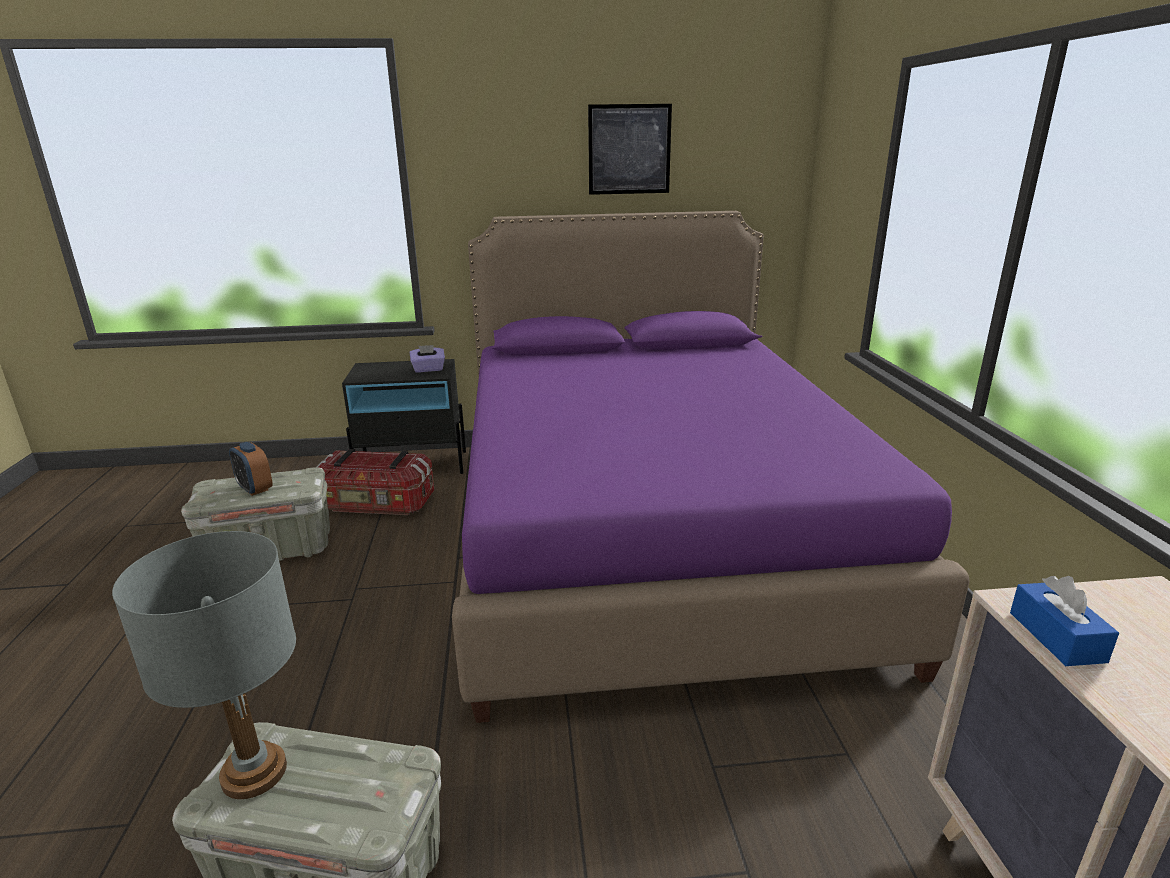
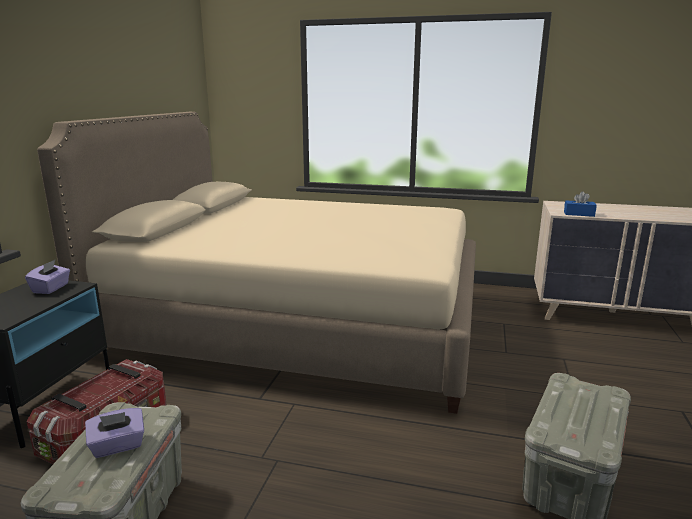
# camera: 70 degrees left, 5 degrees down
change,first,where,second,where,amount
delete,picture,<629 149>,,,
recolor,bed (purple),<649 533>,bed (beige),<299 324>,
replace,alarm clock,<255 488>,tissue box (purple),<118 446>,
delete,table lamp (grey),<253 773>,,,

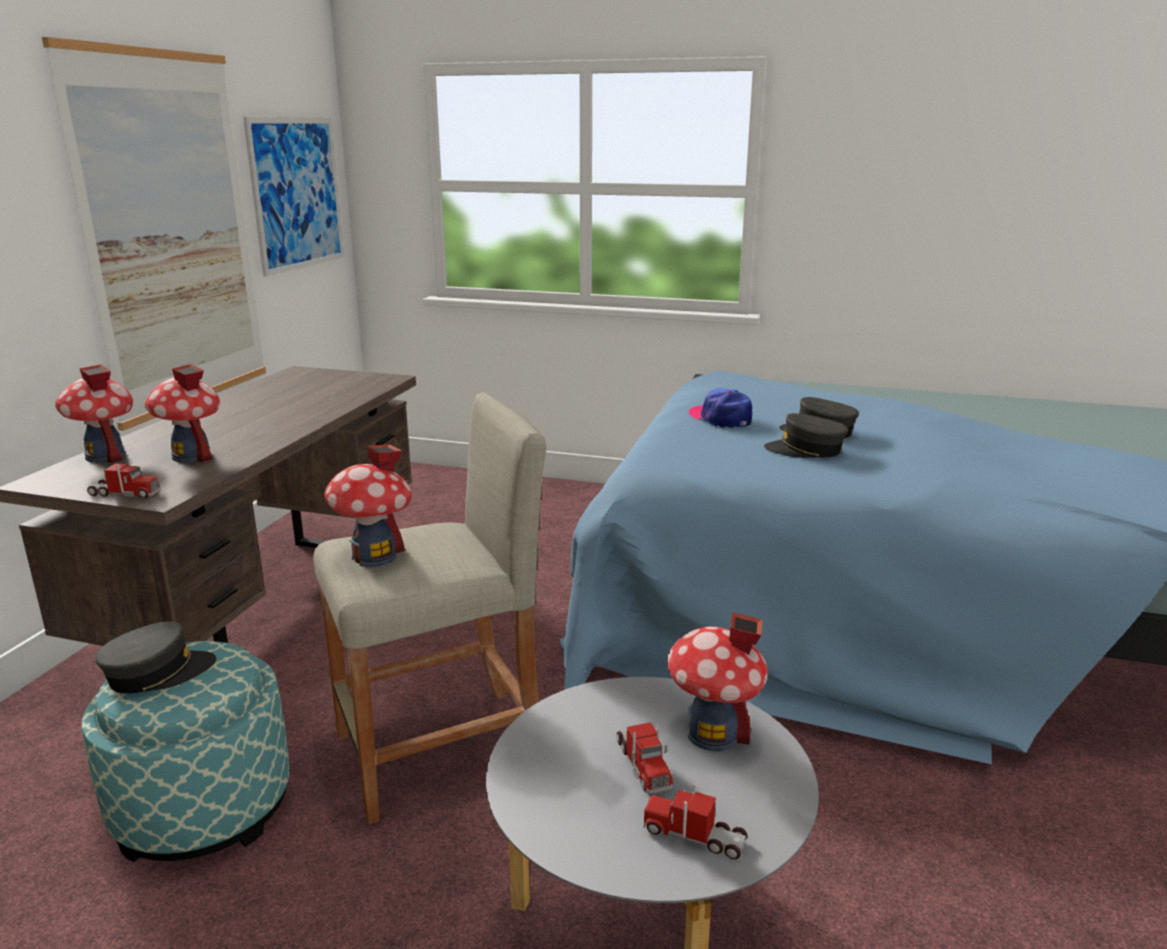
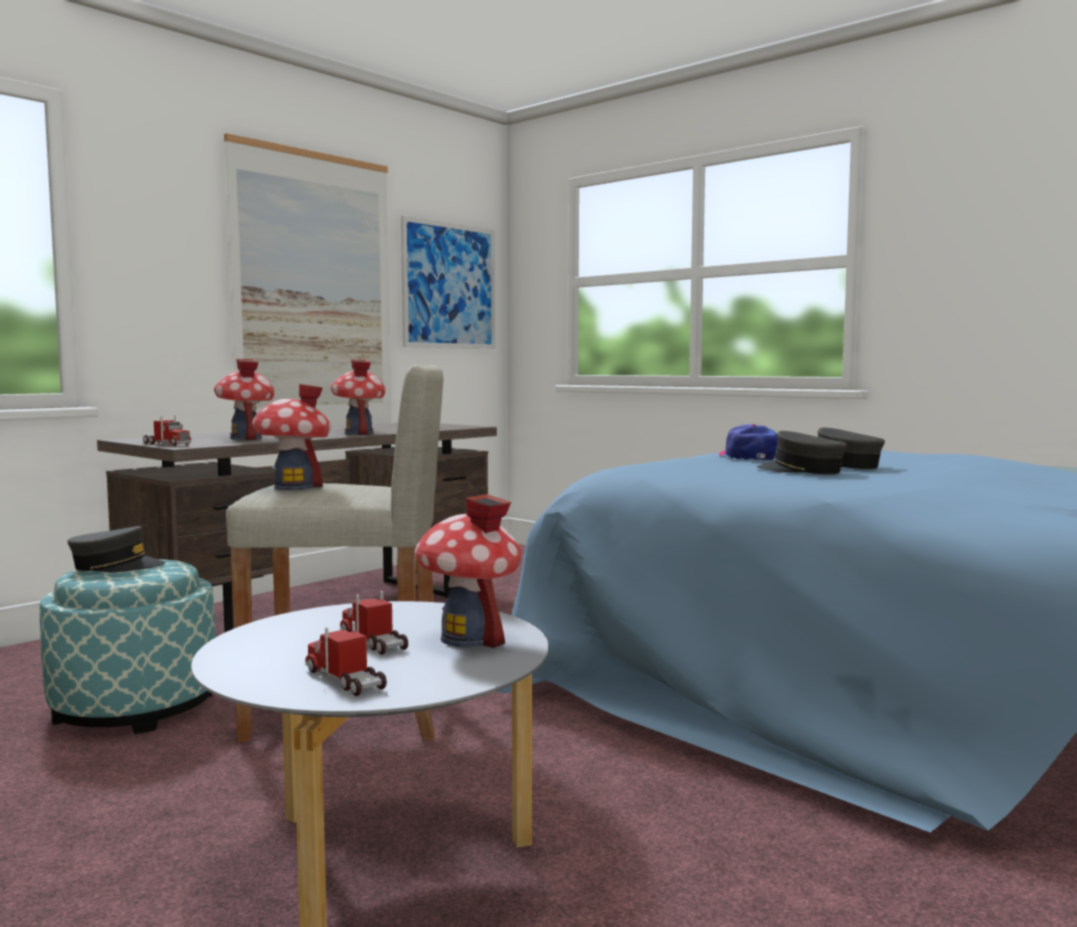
# camera: 25 degrees right, 15 degrees down
change,first,where,second,where,amount
move,toy house,<105 455>,,<359 433>,
rotate,toy truck,<643 765>,,<373 642>,135 degrees clockwise

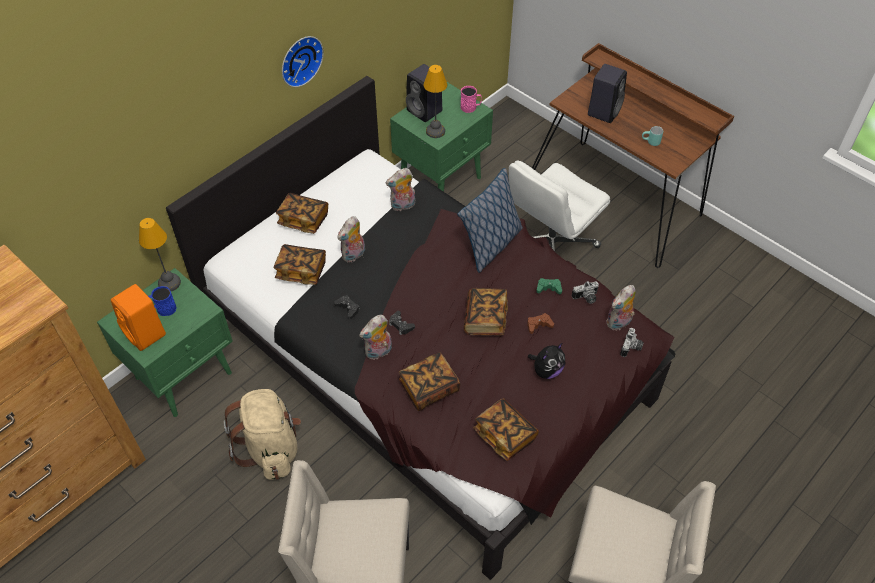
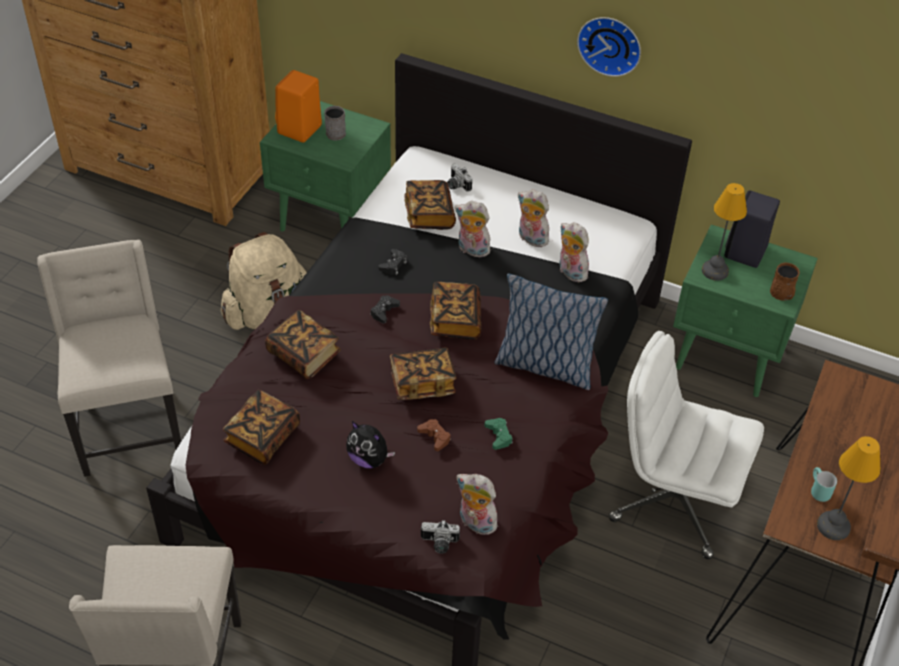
# camera: 70 degrees right, 5 degrees down
change,first,where,second,where,amount
delete,speaker (black),<604 111>,,,
recolor,mug (pink),<470 107>,mug (brown),<782 294>,
move,book,<303 220>,,<455 321>,
move,table lamp,<169 283>,,<833 527>,
move,photo camera,<586 298>,,<456 185>,
recolor,mug (blue),<163 308>,mug (grey),<335 132>,
move,plush toy,<378 352>,,<531 239>,

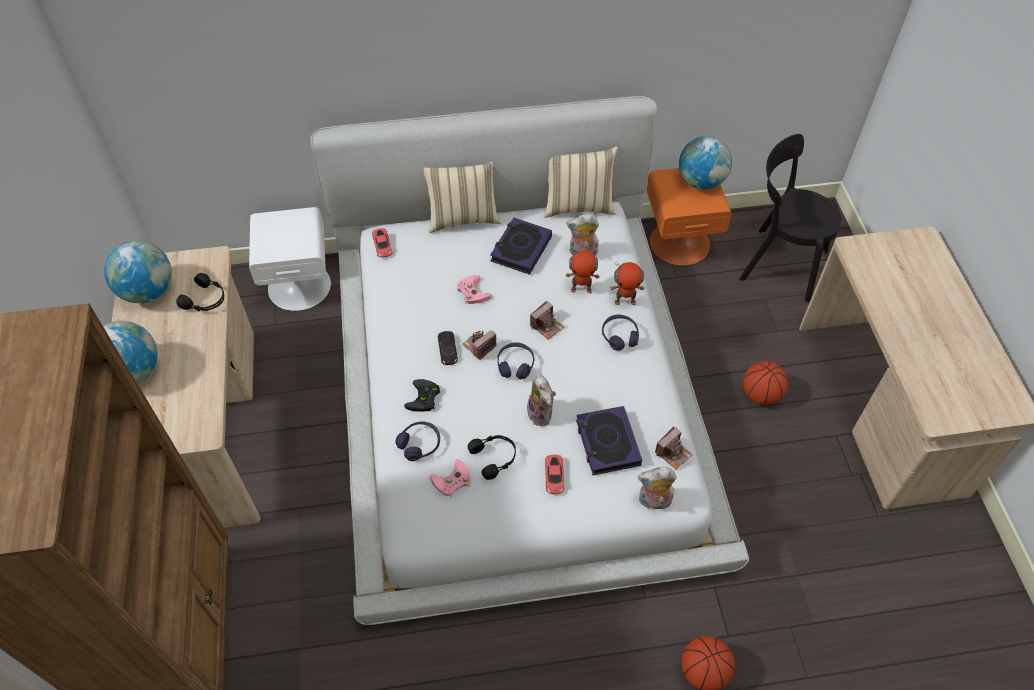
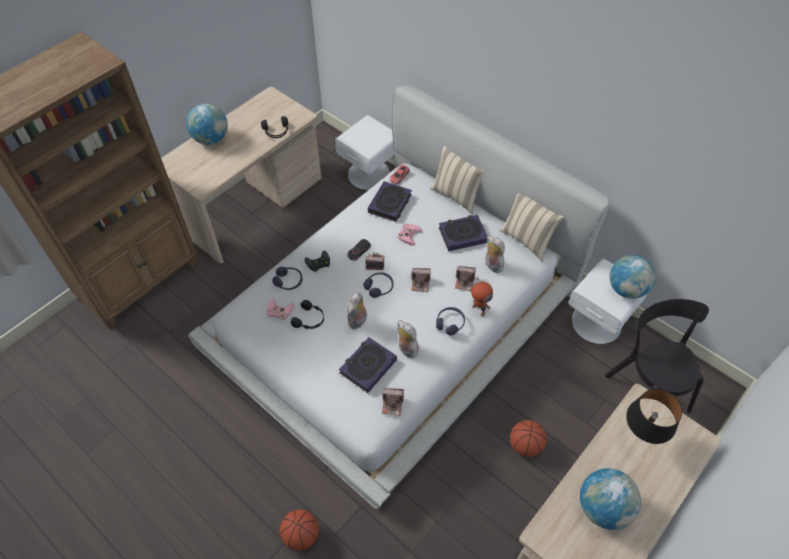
# camera: 50 degrees right, 0 degrees up
change,first,where,second,where,amount
recolor,nightstand (orange),<679 242>,nightstand (white),<597 322>,
move,globe,<148 291>,,<603 508>,
replace,toy robot,<581 289>,photo camera,<464 282>,
delete,toy car (red),<554 476>,,,
move,plush toy,<654 502>,,<406 349>,
insert,,,book,<390 204>,
insert,,,table lamp (black),<638 438>,

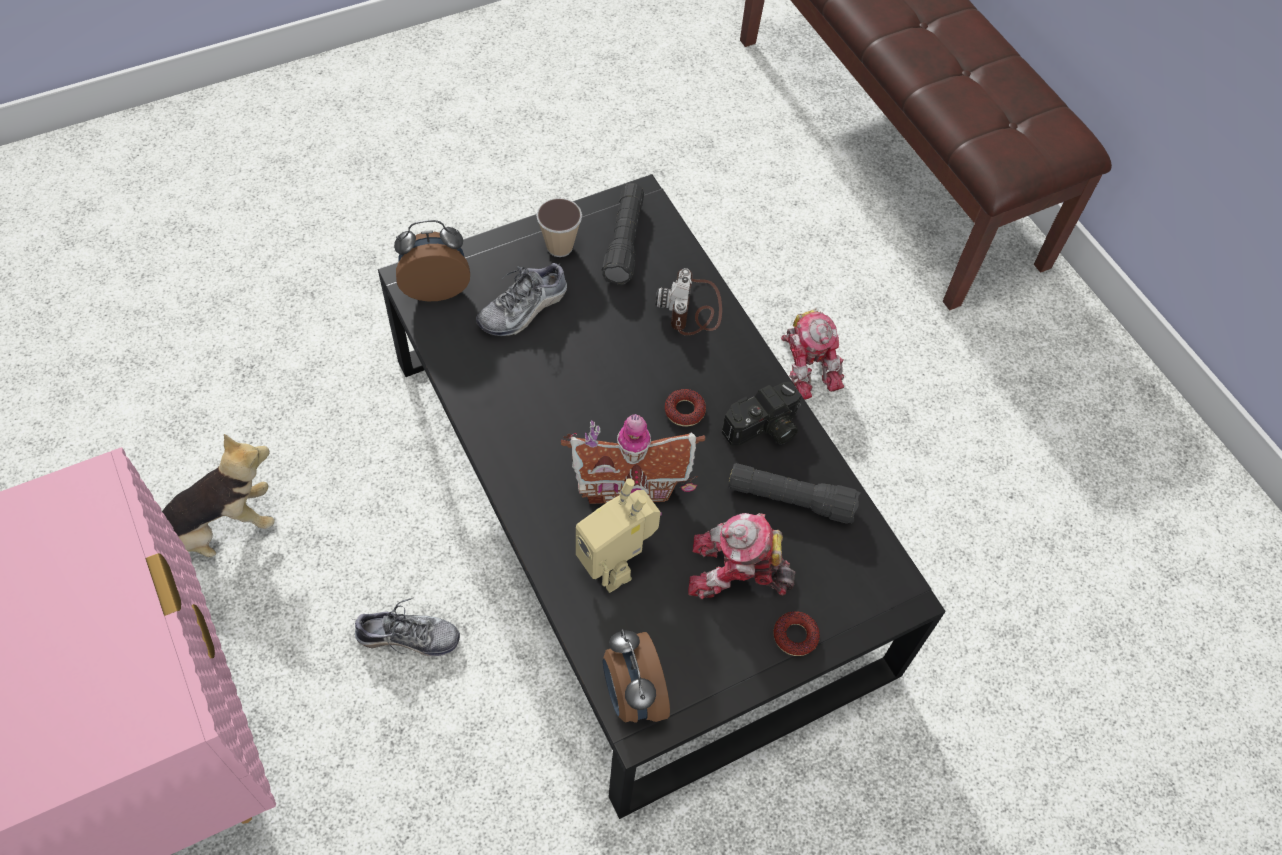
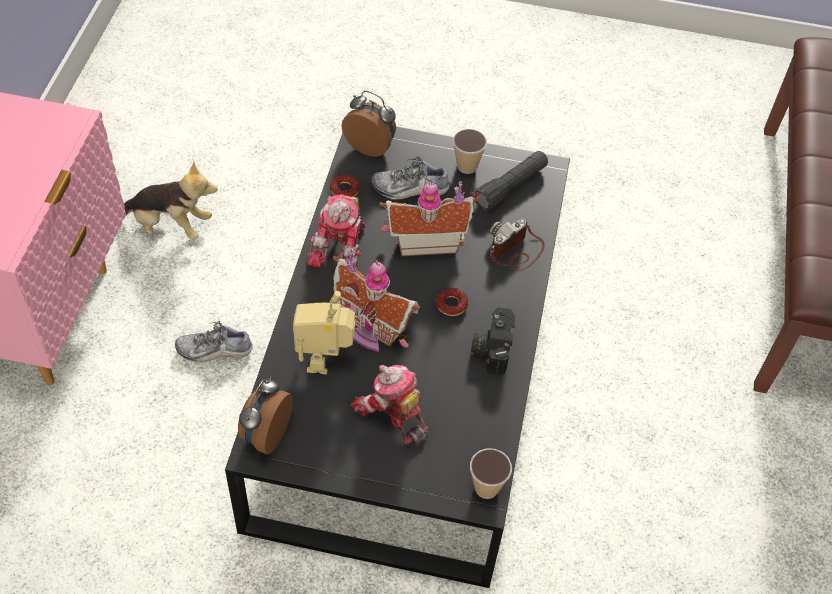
# camera: 40 degrees right, 5 degrees down
change,first,where,second,where,amount
move,toy robot,<807 366>,,<342 247>,
rotate,photo camera,<764 430>,,<491 347>,90 degrees clockwise
delete,flashlight (black),<790 499>,,,
rotate,shoe,<408 637>,,<214 350>,135 degrees clockwise
move,donut,<795 636>,,<345 189>,
insert,,,toy house,<425 241>,
insert,,,cup,<486 488>,

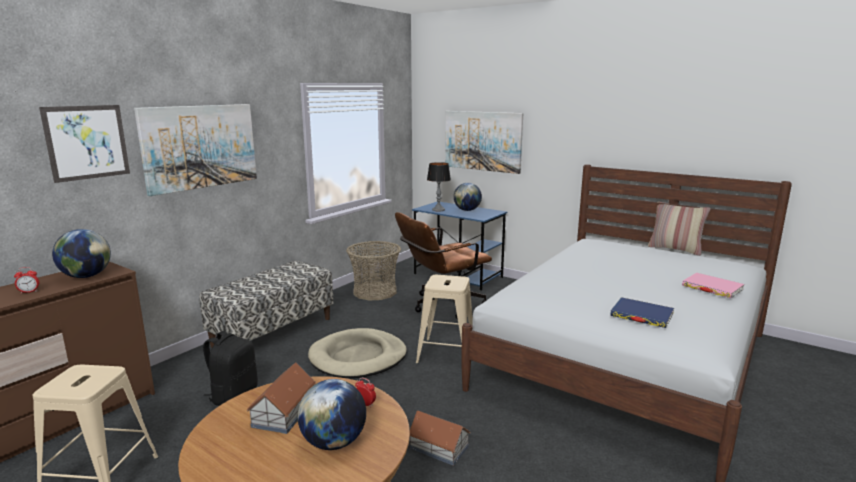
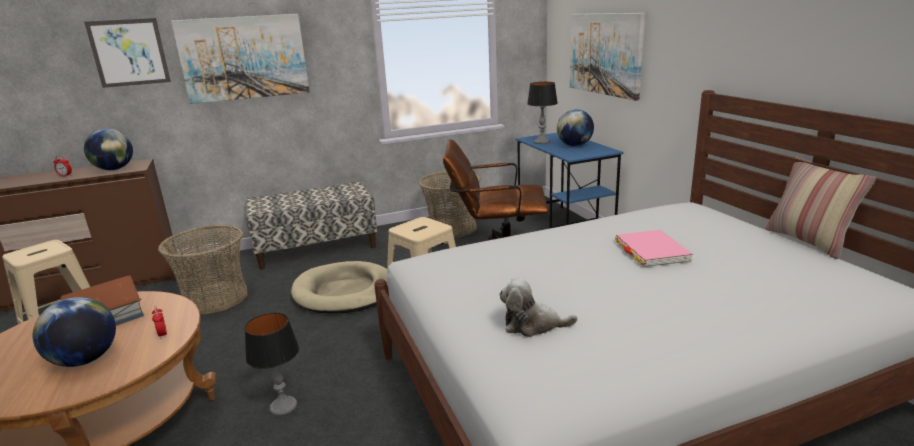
# camera: 35 degrees right, 5 degrees up
change,first,where,second,where,amount
move,book (pink),<712 288>,,<651 251>,
replace,book (blue),<641 315>,plush toy,<532 325>,
replace,backpack (black),<233 395>,basket,<215 298>,
replace,toy house,<438 447>,table lamp,<283 406>,

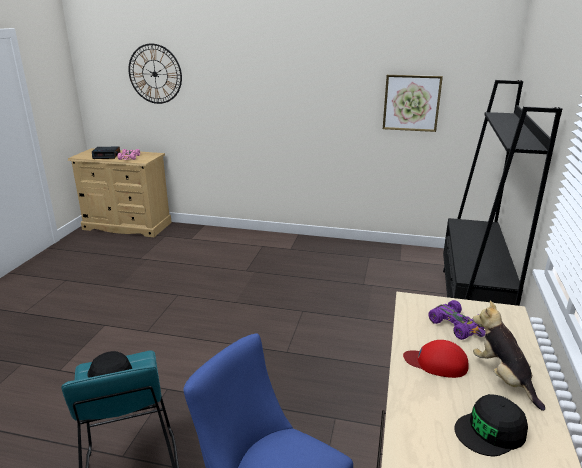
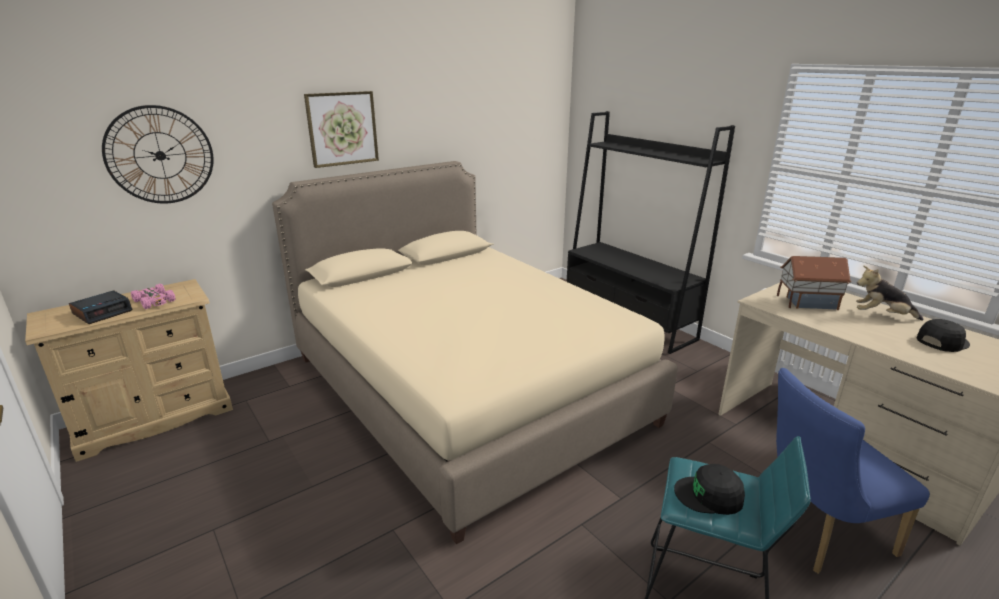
# camera: 50 degrees left, 0 degrees up
change,first,where,second,where,amount
move,picture,<411 103>,,<342 128>,
replace,toy car (purple),<457 325>,toy house,<806 302>,
delete,cap (red),<436 363>,,,
rotate,cap (black),<491 431>,,<942 341>,135 degrees counterclockwise
insert,,,bed (beige),<465 389>,

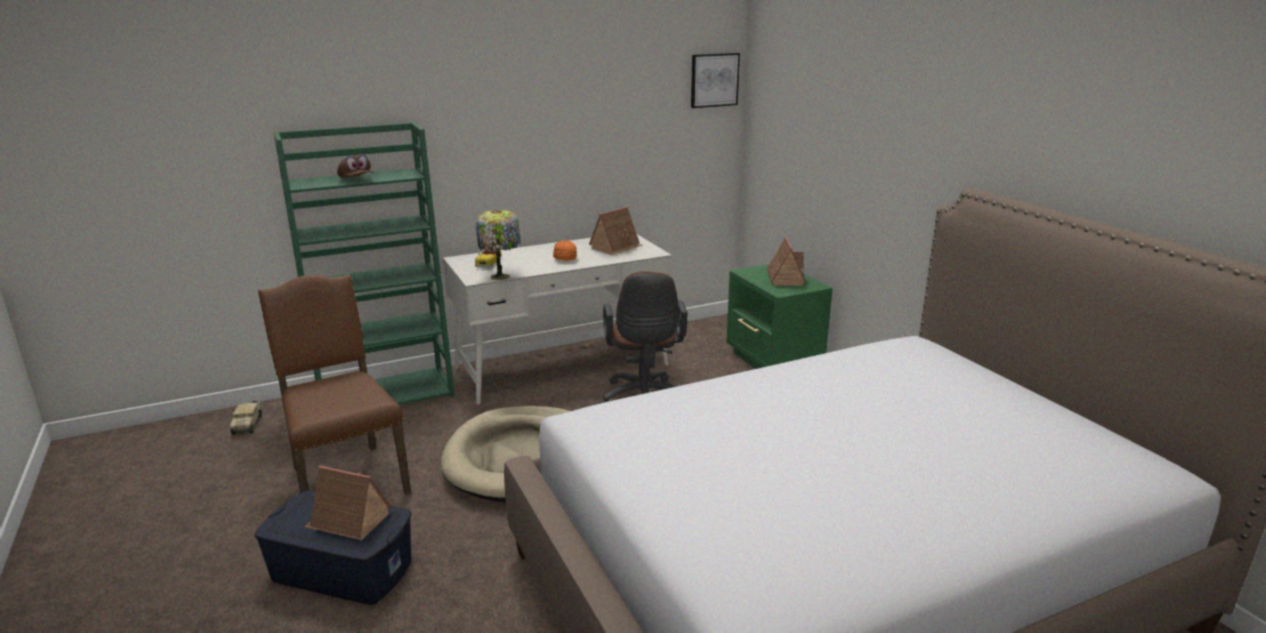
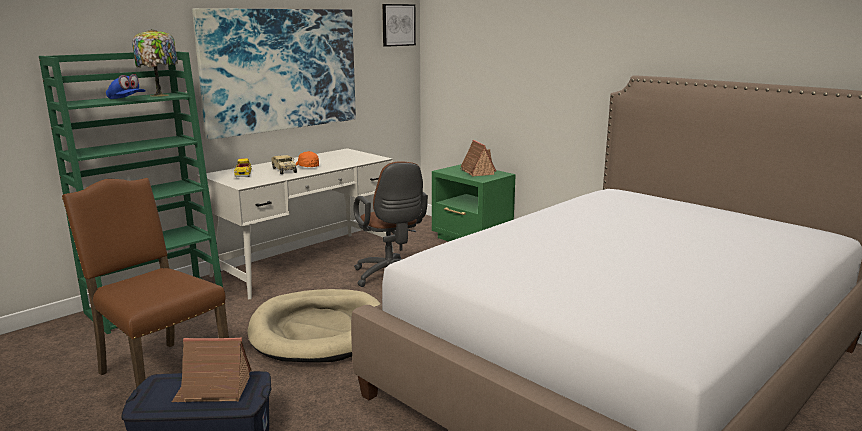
# camera: 20 degrees left, 5 degrees down
change,first,where,second,where,amount
recolor,cap (brown),<356 180>,cap (blue),<126 99>,
delete,toy house,<616 247>,,,
move,table lamp,<501 276>,,<160 95>,
move,toy truck,<247 424>,,<283 170>,
insert,,,picture,<281 70>,

